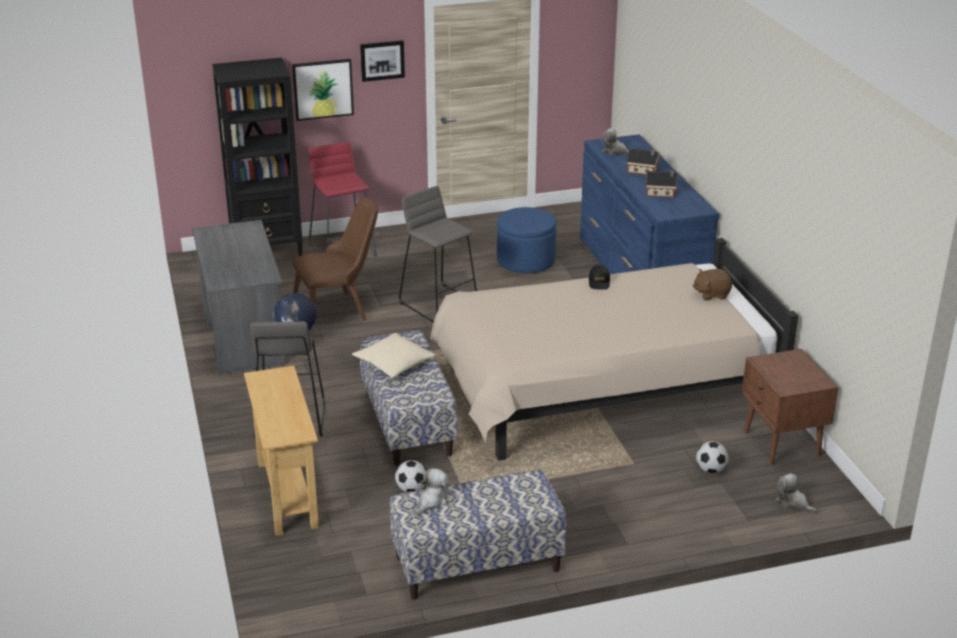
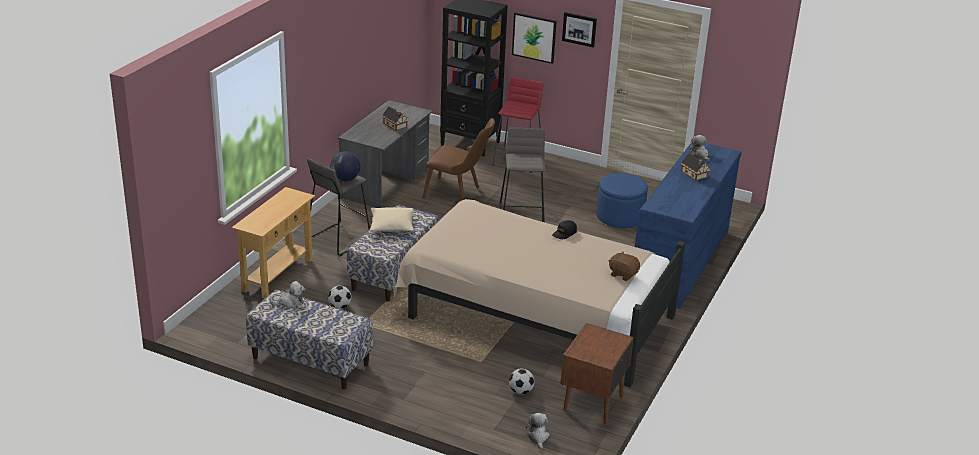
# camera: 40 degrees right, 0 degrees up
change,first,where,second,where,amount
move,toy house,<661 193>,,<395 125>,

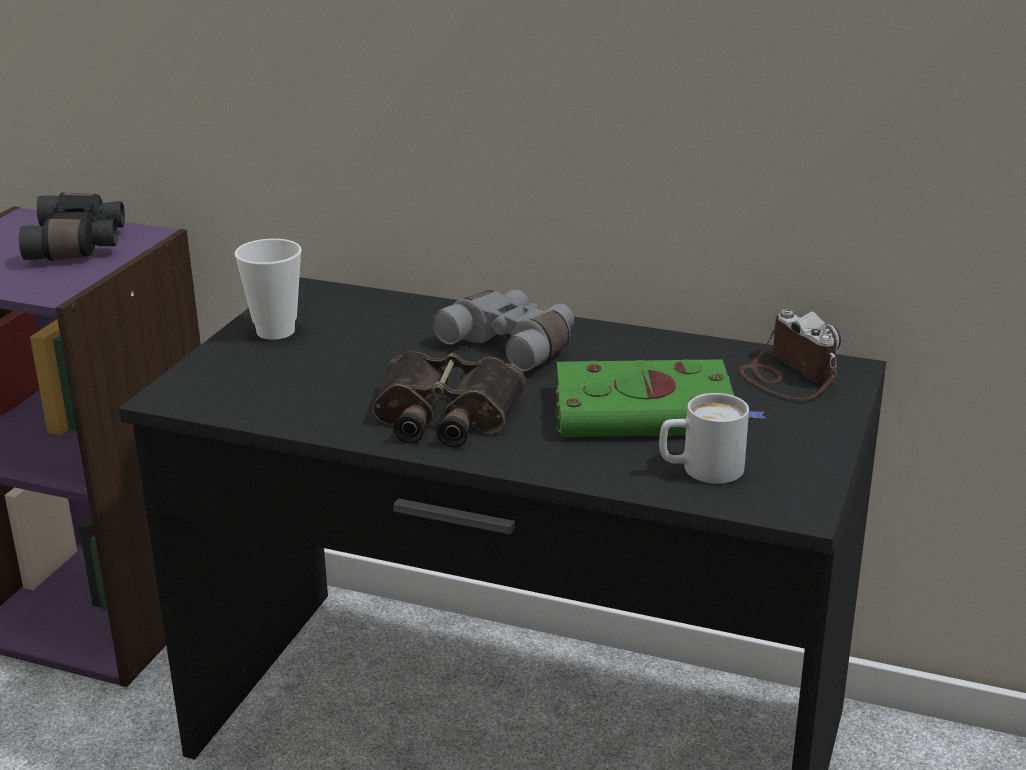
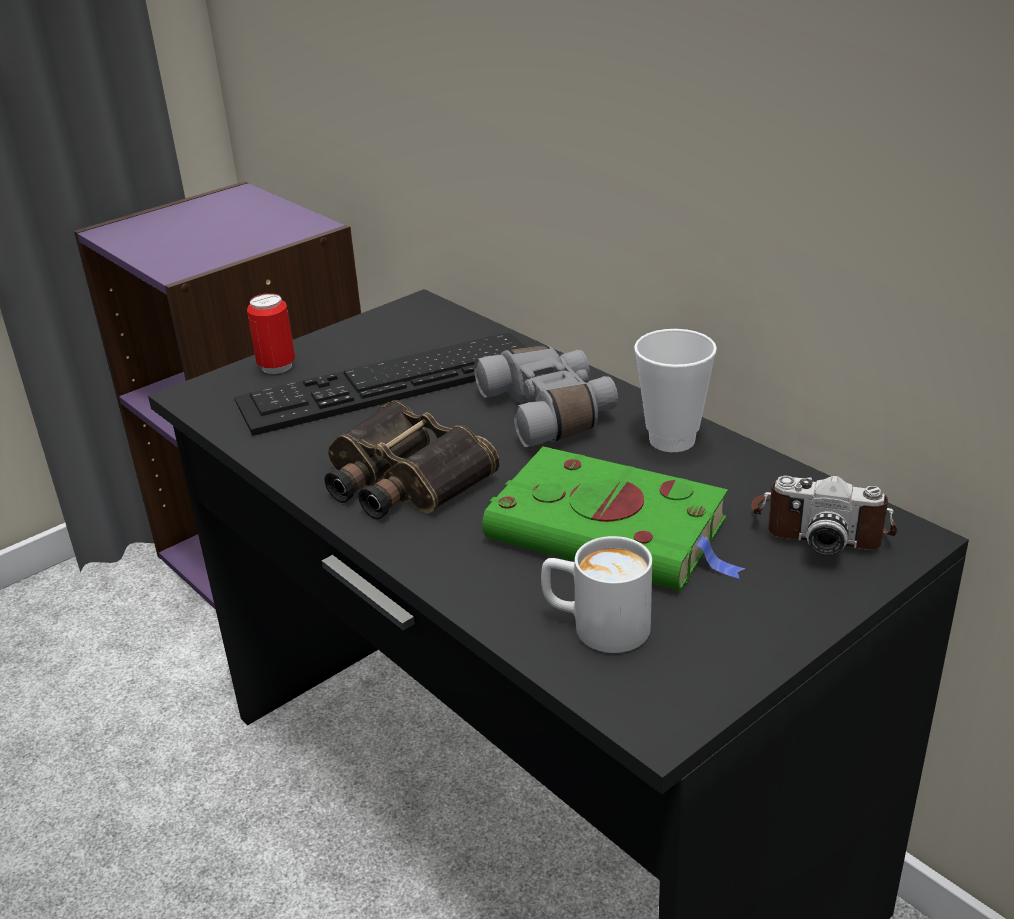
# camera: 30 degrees right, 5 degrees up
change,first,where,second,where,amount
delete,binoculars (black),<79 244>,,,
move,cup,<275 331>,,<672 440>,
rotate,photo camera,<788 375>,,<821 526>,105 degrees clockwise
insert,,,can,<276 366>,
insert,,,keyboard,<389 382>,

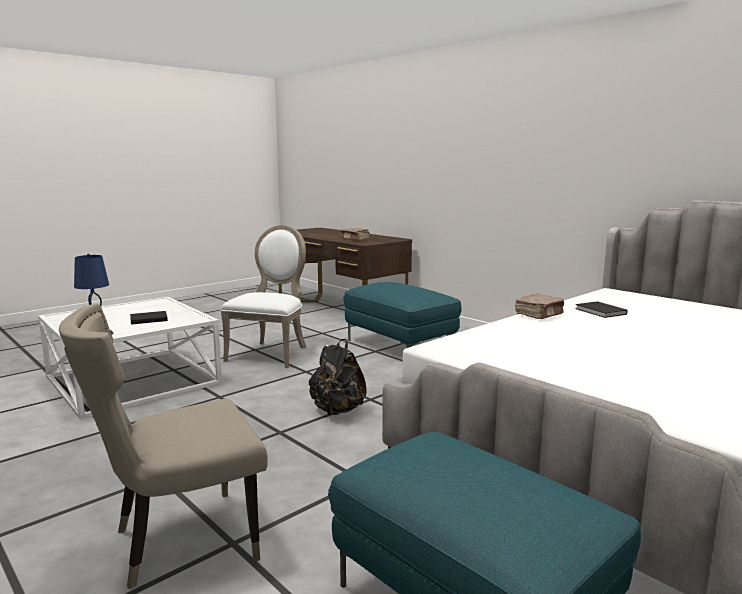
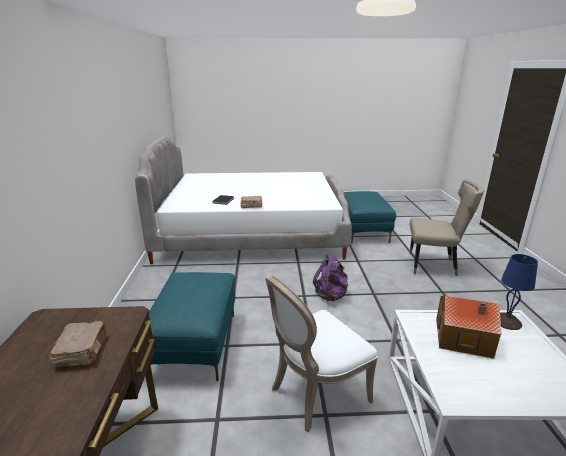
# camera: 140 degrees left, 10 degrees up
change,first,where,second,where,amount
replace,book (black),<147 319>,toy house,<464 338>,
recolor,backpack (black),<337 410>,backpack (purple),<331 295>,

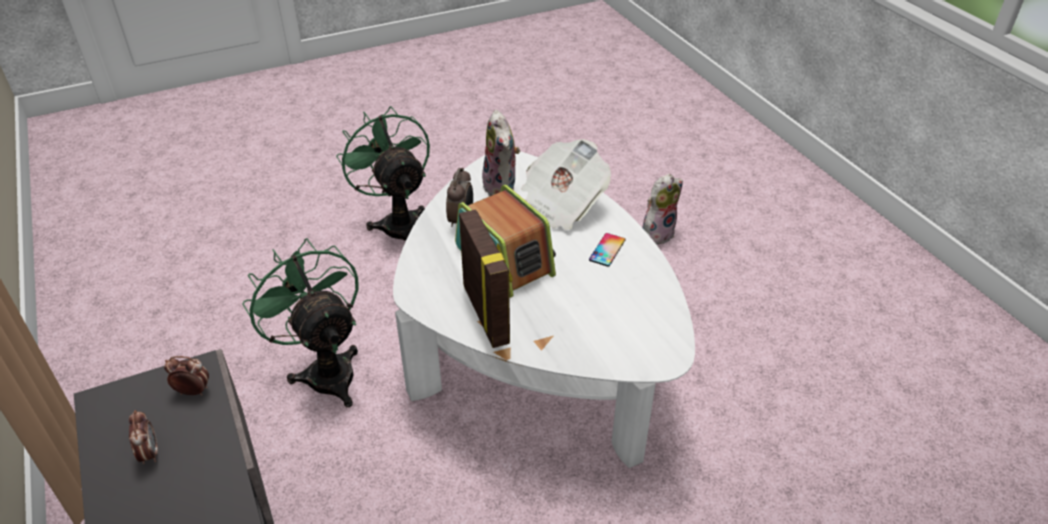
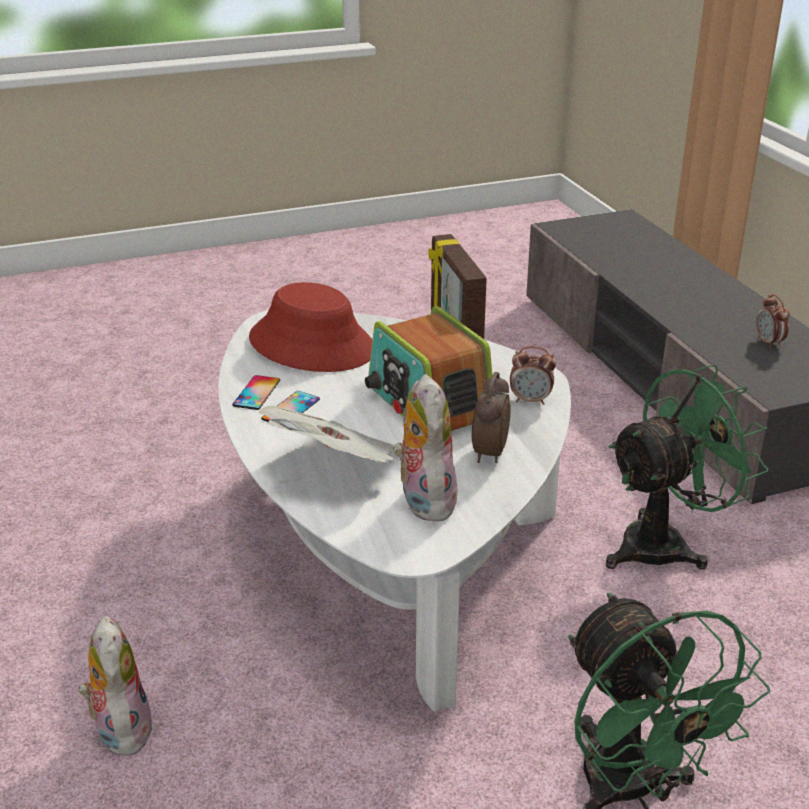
# camera: 175 degrees left, 10 degrees down
change,first,where,second,where,amount
rotate,plush toy,<657 233>,,<120 729>,105 degrees clockwise
rotate,fan (green),<325 370>,,<666 544>,90 degrees counterclockwise
move,alarm clock,<193 391>,,<530 400>,
insert,,,hat (red),<312 344>,
insert,,,phone,<256 393>,

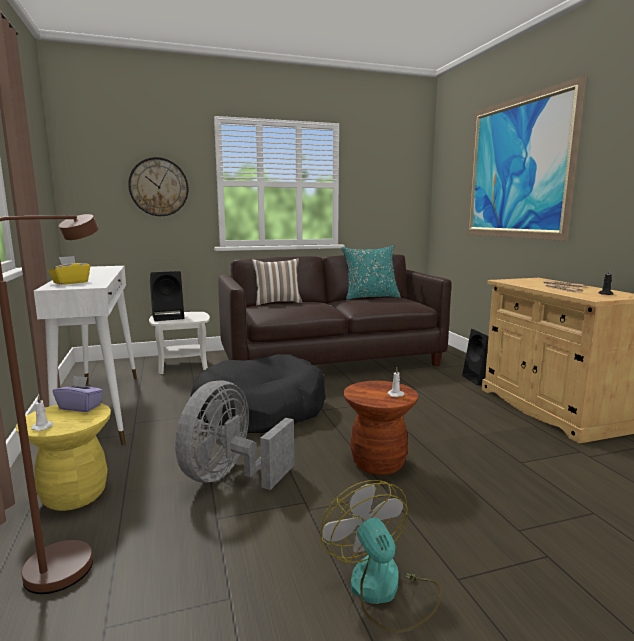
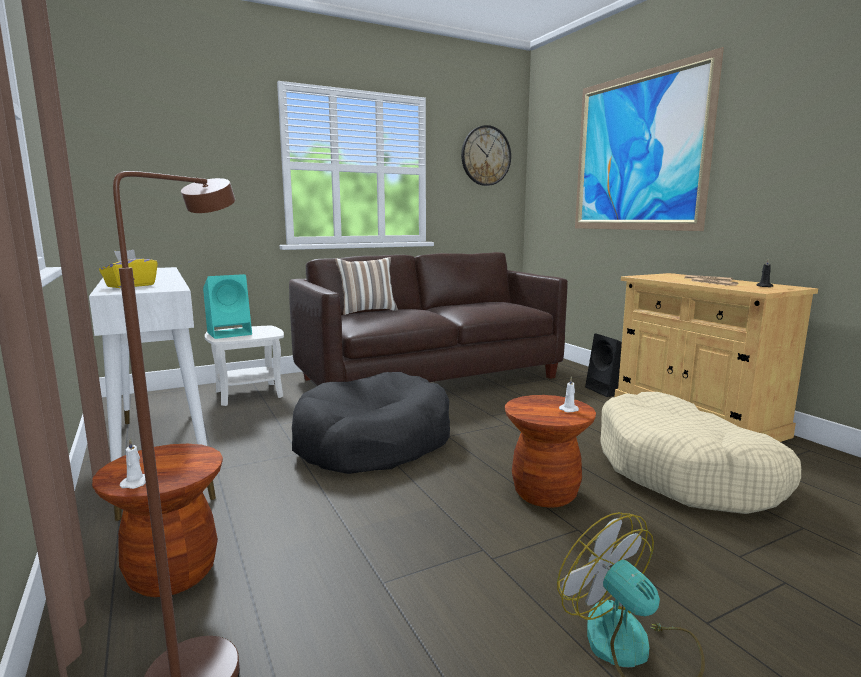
# camera: 10 degrees left, 0 degrees up
change,first,where,second,where,amount
move,wall clock,<159 187>,,<485 156>,
delete,pillow (turquoise),<370 297>,,,
recolor,speaker (black),<169 317>,speaker (turquoise),<230 333>,
delete,tissue box (purple),<80 407>,,,
delete,fan (grey),<230 477>,,,
recolor,stool (yellow),<74 495>,stool (brown),<172 573>,
insert,,,dog bed (beige),<685 472>,

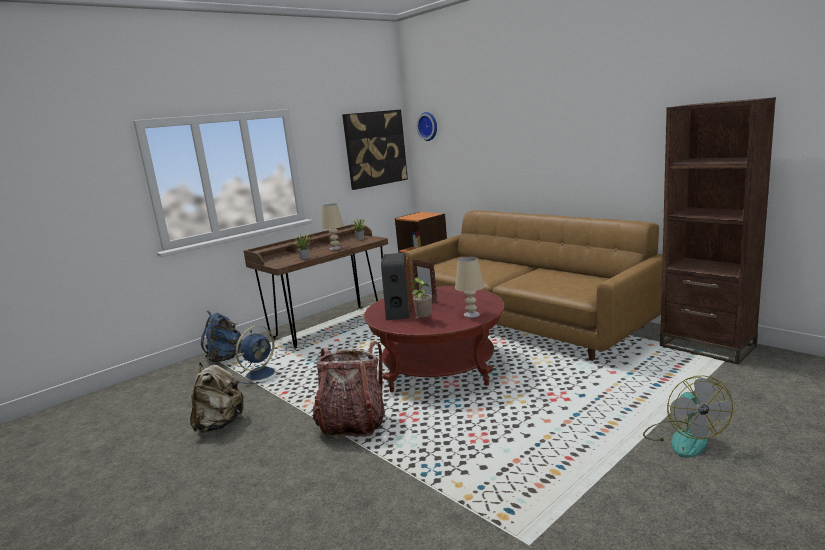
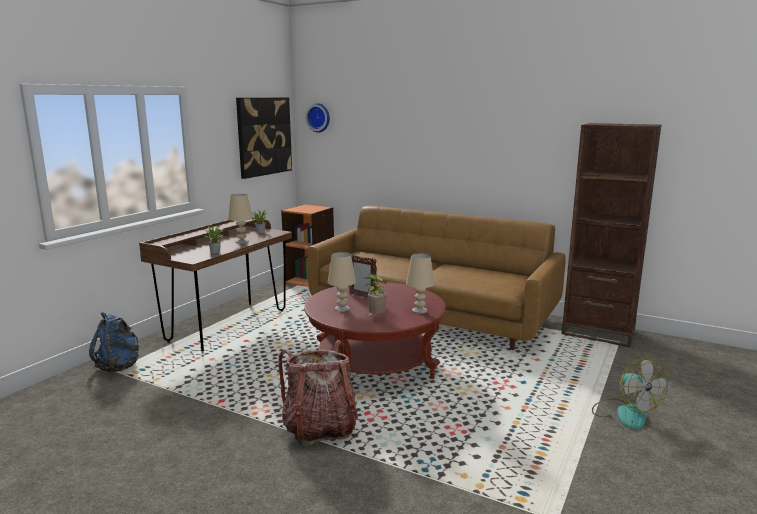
# camera: 20 degrees left, 0 degrees up
change,first,where,second,where,amount
replace,speaker,<399 311>,table lamp (beige),<342 308>,
delete,fan (blue),<261 373>,,,
delete,backpack (beige),<220 424>,,,

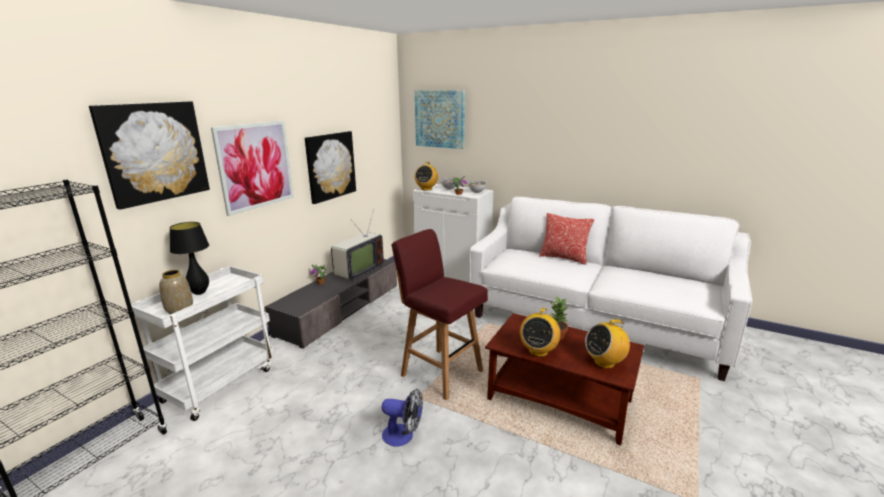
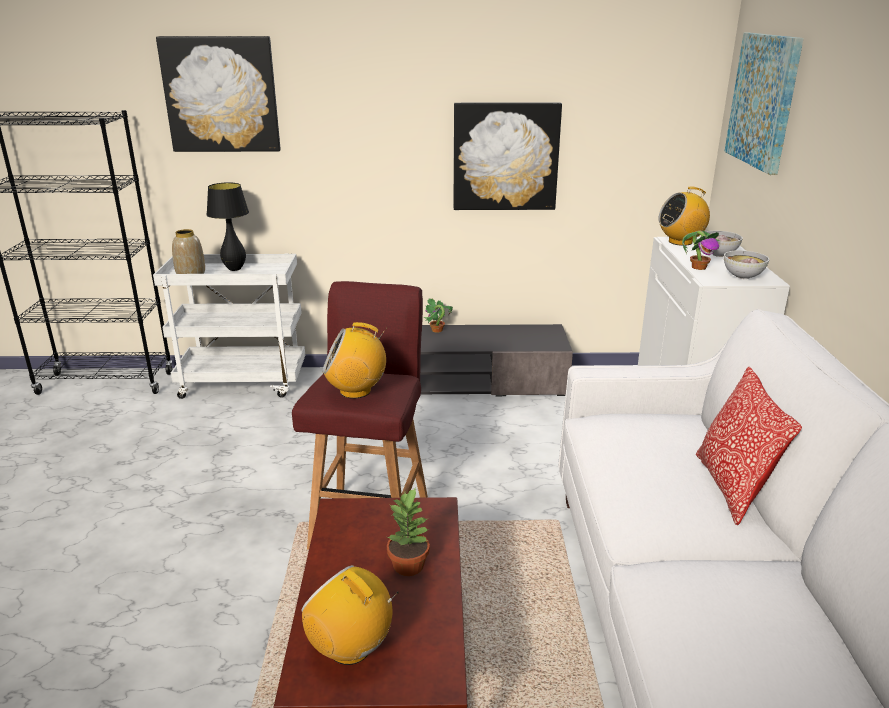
# camera: 60 degrees right, 5 degrees up
change,first,where,second,where,amount
delete,picture,<255 166>,,,
delete,television,<357 271>,,,
move,radio,<538 351>,,<356 391>,
delete,fan,<403 436>,,,

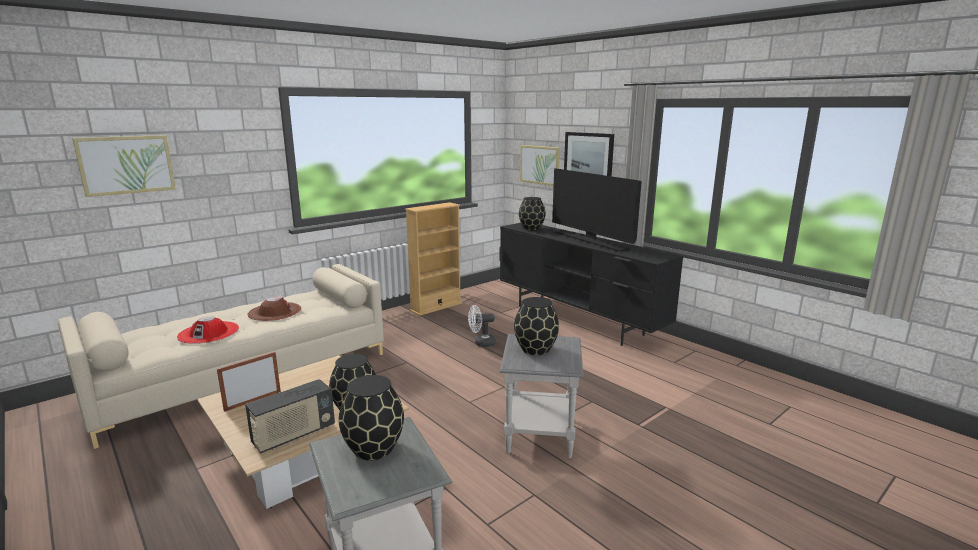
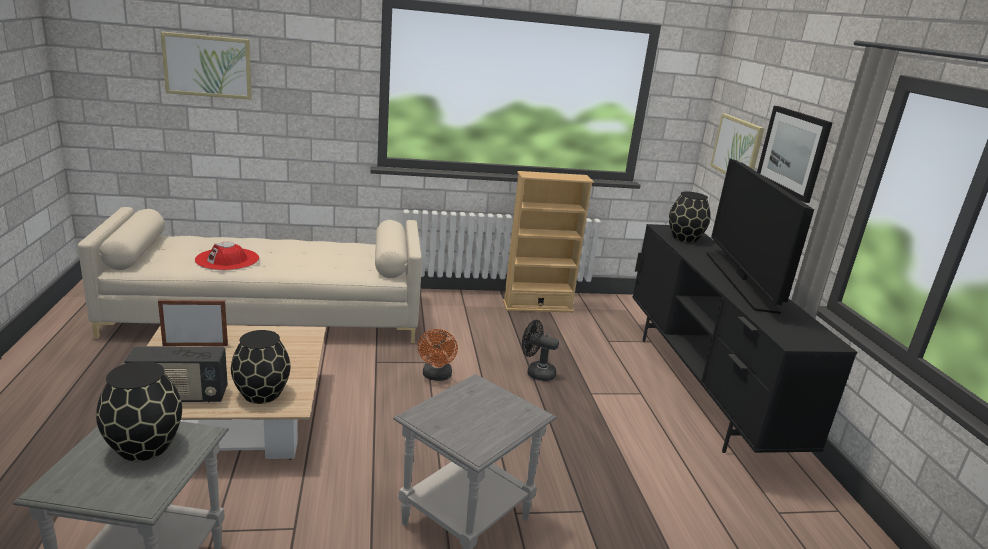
# camera: 30 degrees right, 5 degrees up
change,first,where,second,where,amount
delete,hat (brown),<274 312>,,,
delete,vase (black),<536 349>,,,
recolor,fan (white),<481 343>,fan (black),<536 372>,
insert,,,fan (orange),<436 376>,

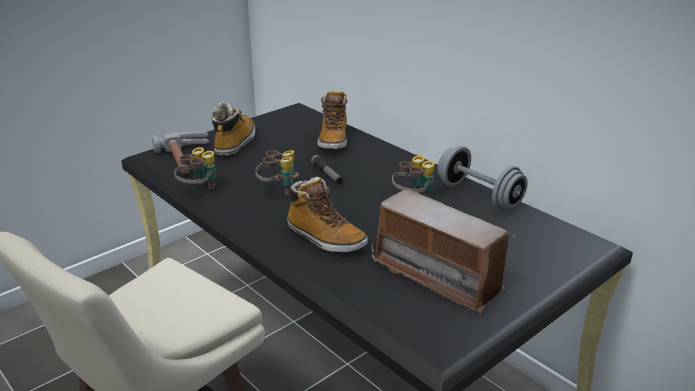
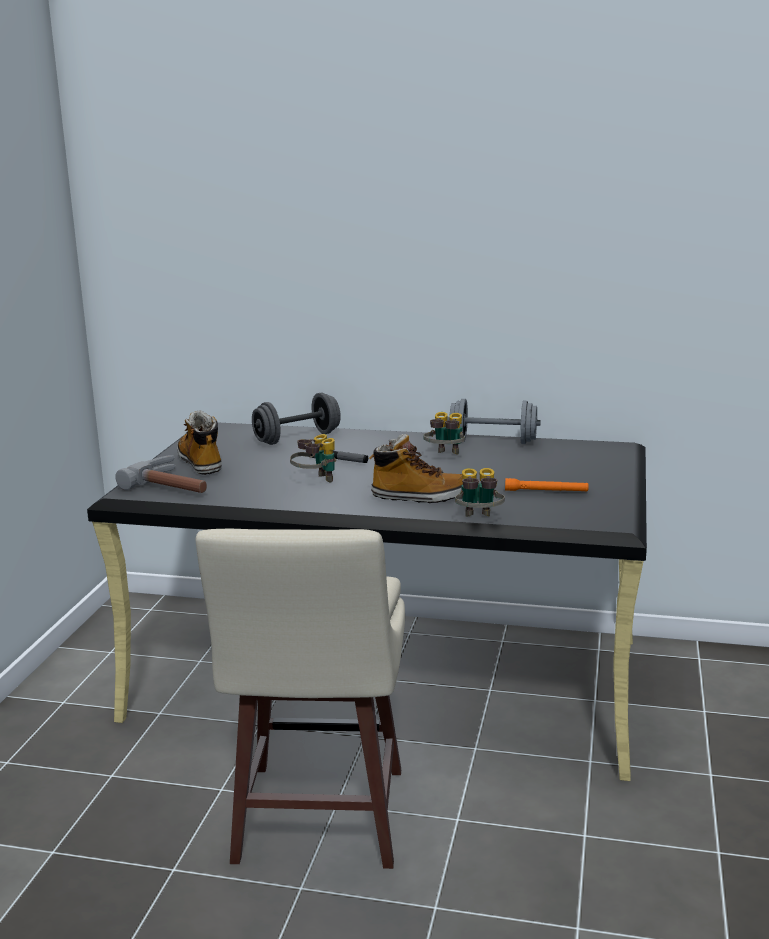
# camera: 35 degrees left, 10 degrees down
change,first,where,second,where,amount
replace,boot,<333 139>,dumbbell (grey),<297 438>,
move,binoculars,<199 190>,,<478 520>,
replace,radio,<438 276>,flashlight (orange),<546 491>,

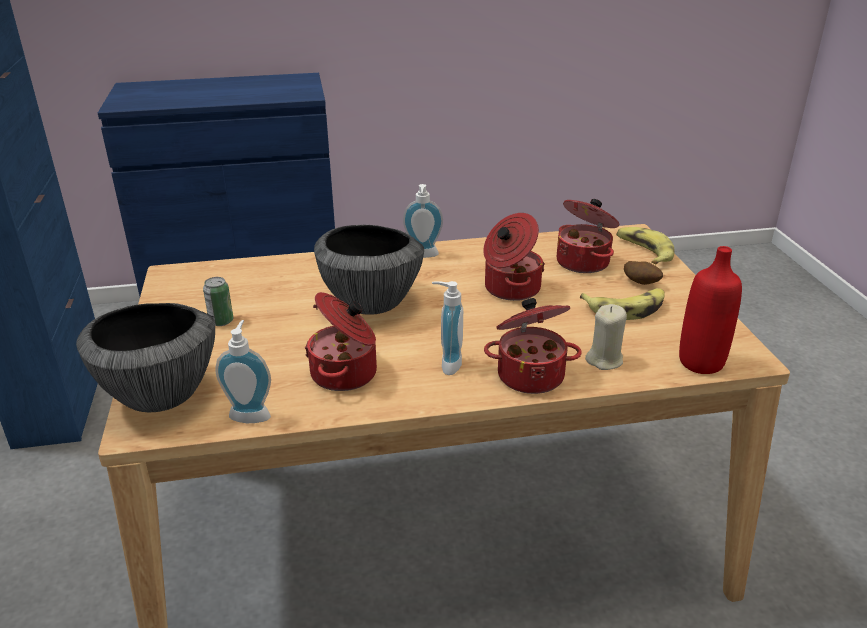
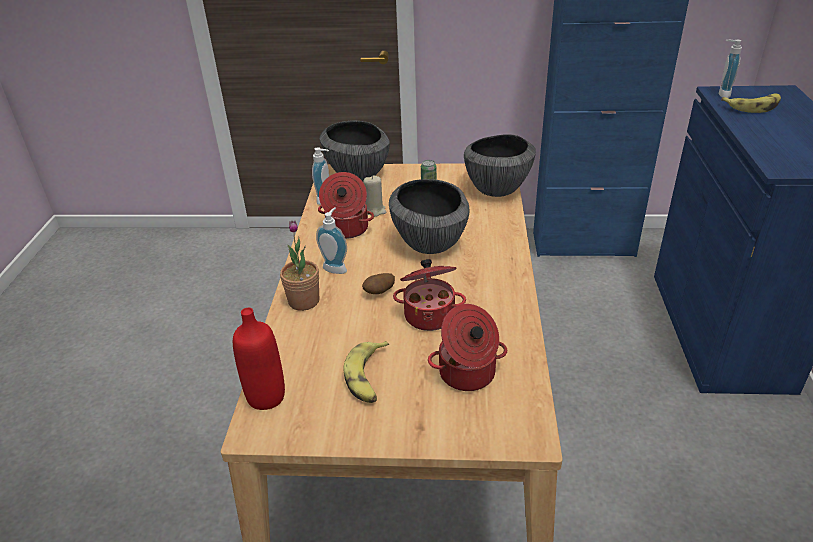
# camera: 105 degrees right, 5 degrees up
change,first,where,second,where,amount
move,soap dispenser,<423 256>,,<721 94>,
move,banana,<643 252>,,<753 107>,
move,potato,<641 283>,,<379 292>,
replace,cooking pot,<530 374>,potted plant,<304 301>,
move,candle (beige),<604 360>,,<375 210>,
insert,,,bowl,<497 189>,

